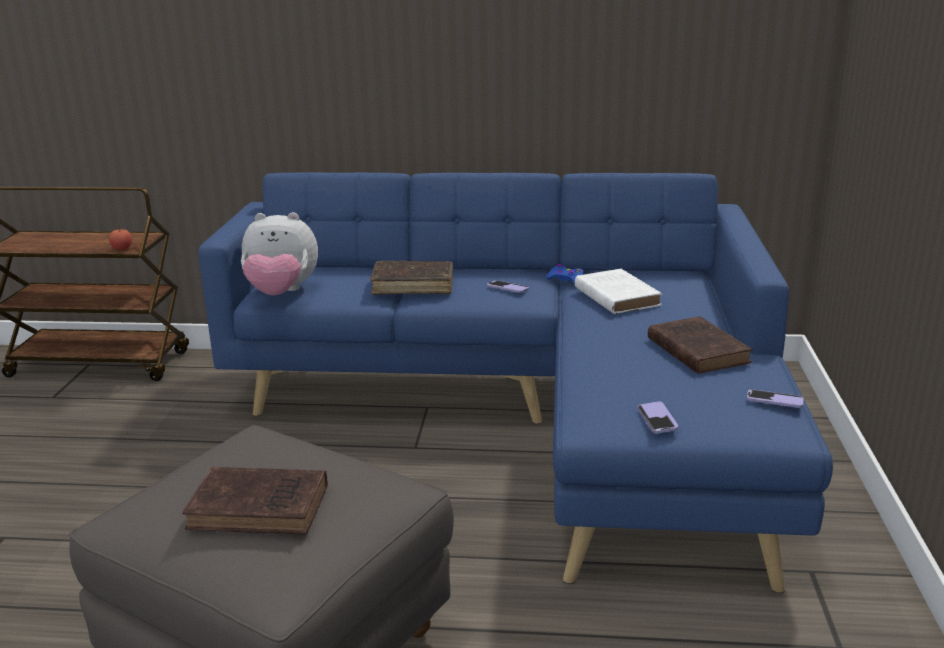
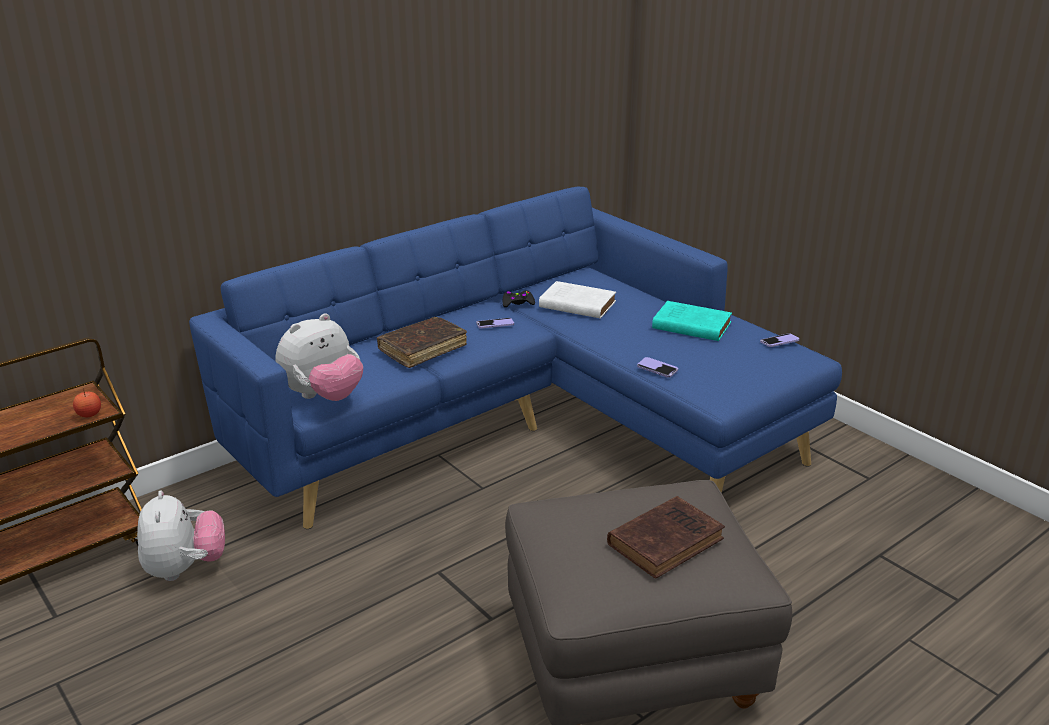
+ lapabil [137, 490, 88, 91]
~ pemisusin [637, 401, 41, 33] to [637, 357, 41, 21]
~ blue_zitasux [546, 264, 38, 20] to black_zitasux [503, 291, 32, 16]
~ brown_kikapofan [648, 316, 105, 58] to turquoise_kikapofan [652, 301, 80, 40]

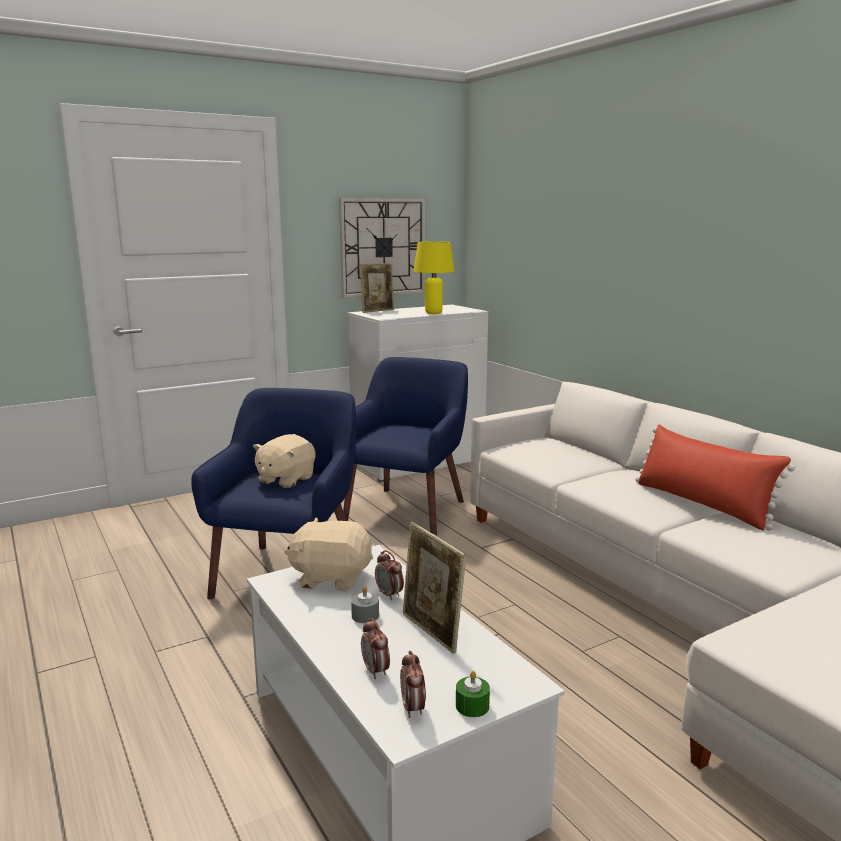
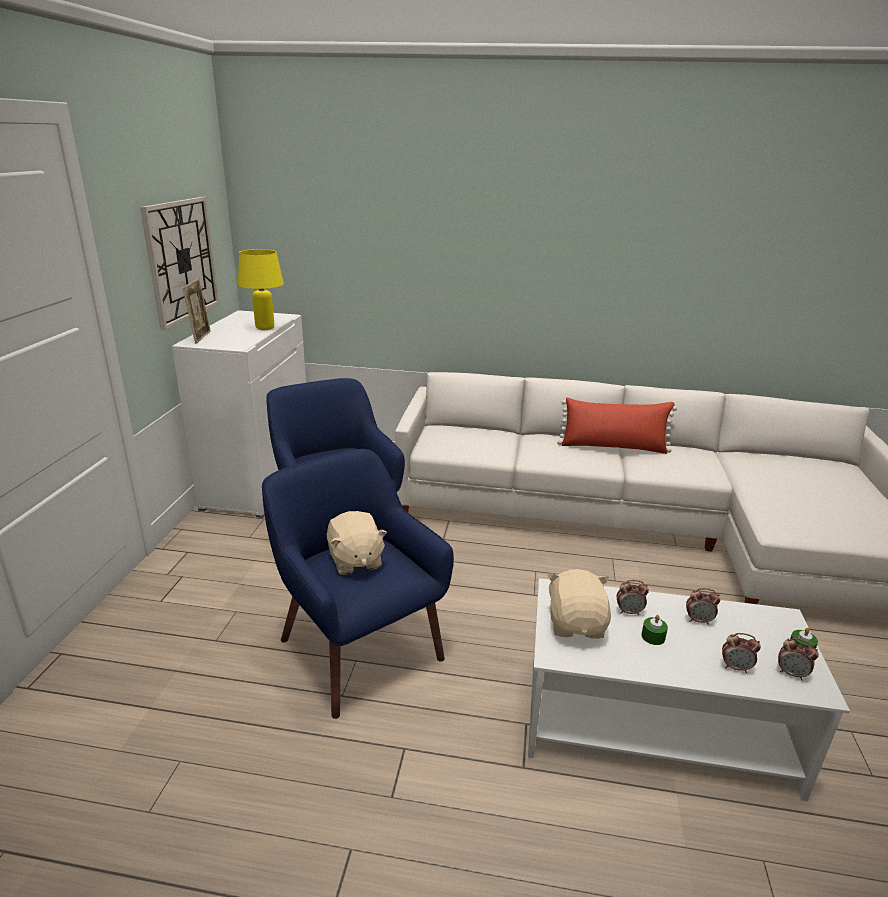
~ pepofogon [402, 522, 64, 132] to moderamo [686, 588, 34, 37]
~ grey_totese [351, 586, 28, 37] to green_totese [641, 615, 27, 30]
~ beige_lapabil [284, 517, 89, 74] = [547, 569, 64, 70] 135 degrees clockwise

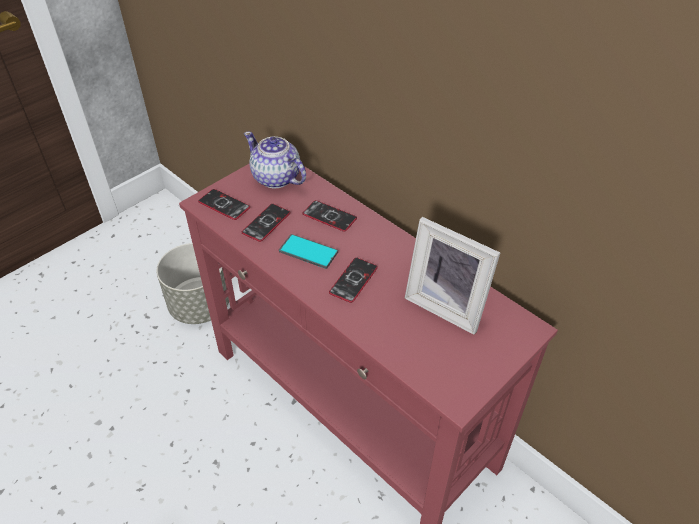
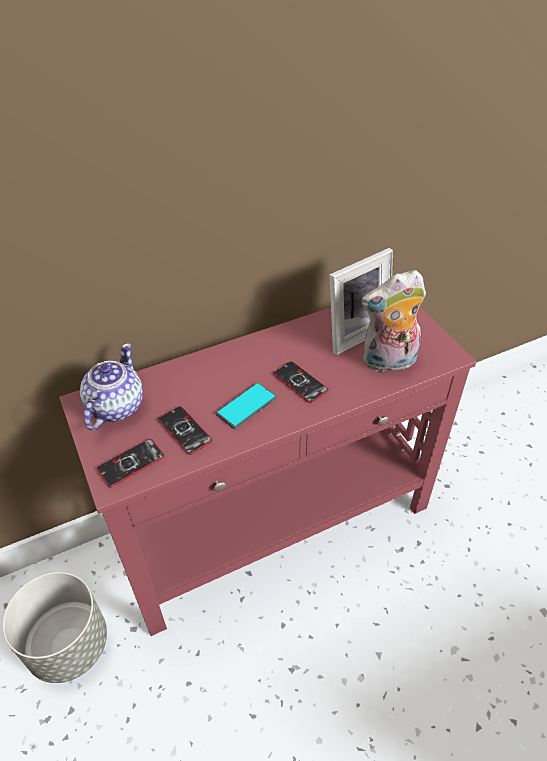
- pemisusin [303, 200, 54, 32]
+ lapabil [361, 270, 65, 102]
~ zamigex [244, 132, 62, 56] = [80, 343, 63, 88] 135 degrees clockwise

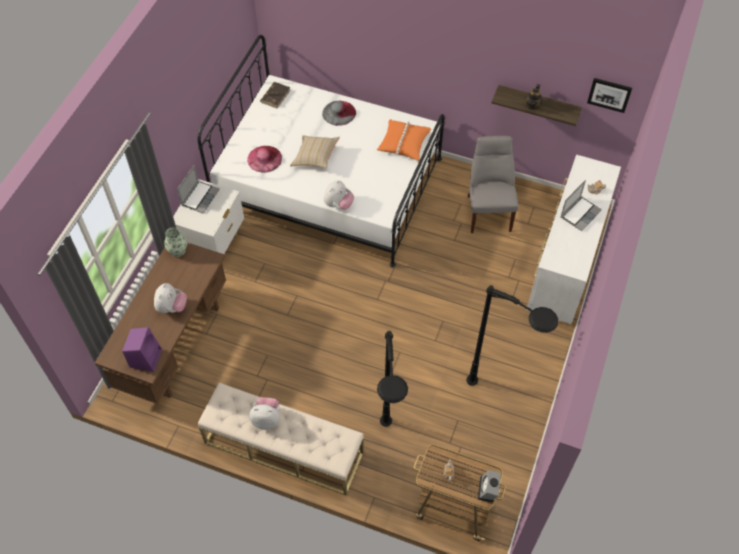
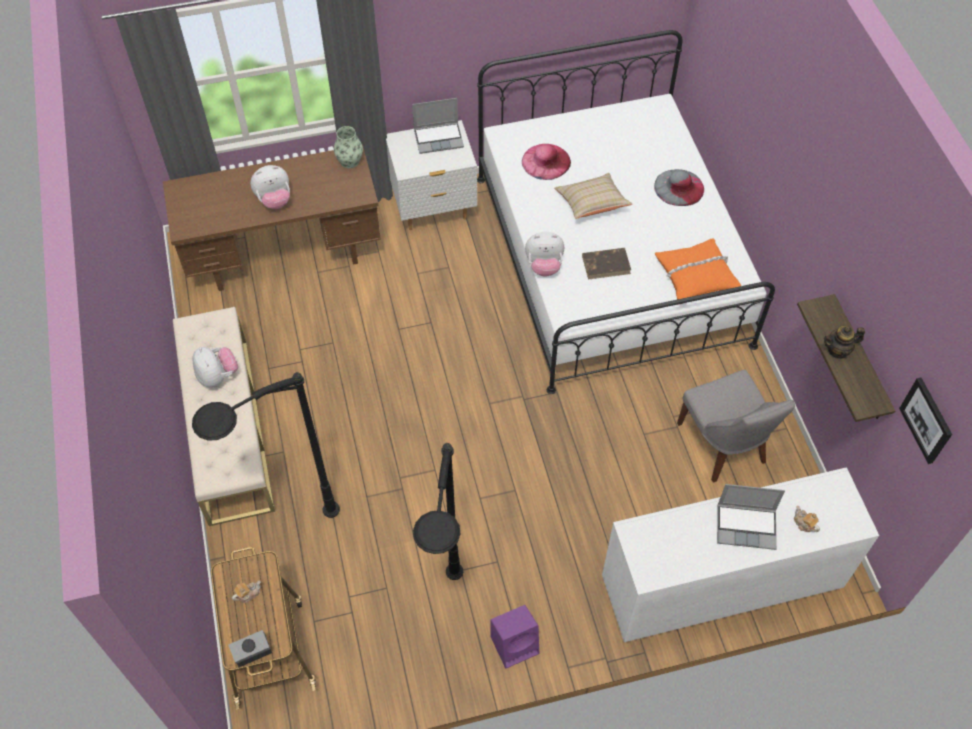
~ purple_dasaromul [122, 327, 40, 45] to [491, 605, 48, 64]
~ brown_kikapofan [260, 82, 30, 26] to [582, 248, 49, 32]
~ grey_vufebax [468, 136, 50, 97] = [677, 370, 118, 113] 105 degrees clockwise

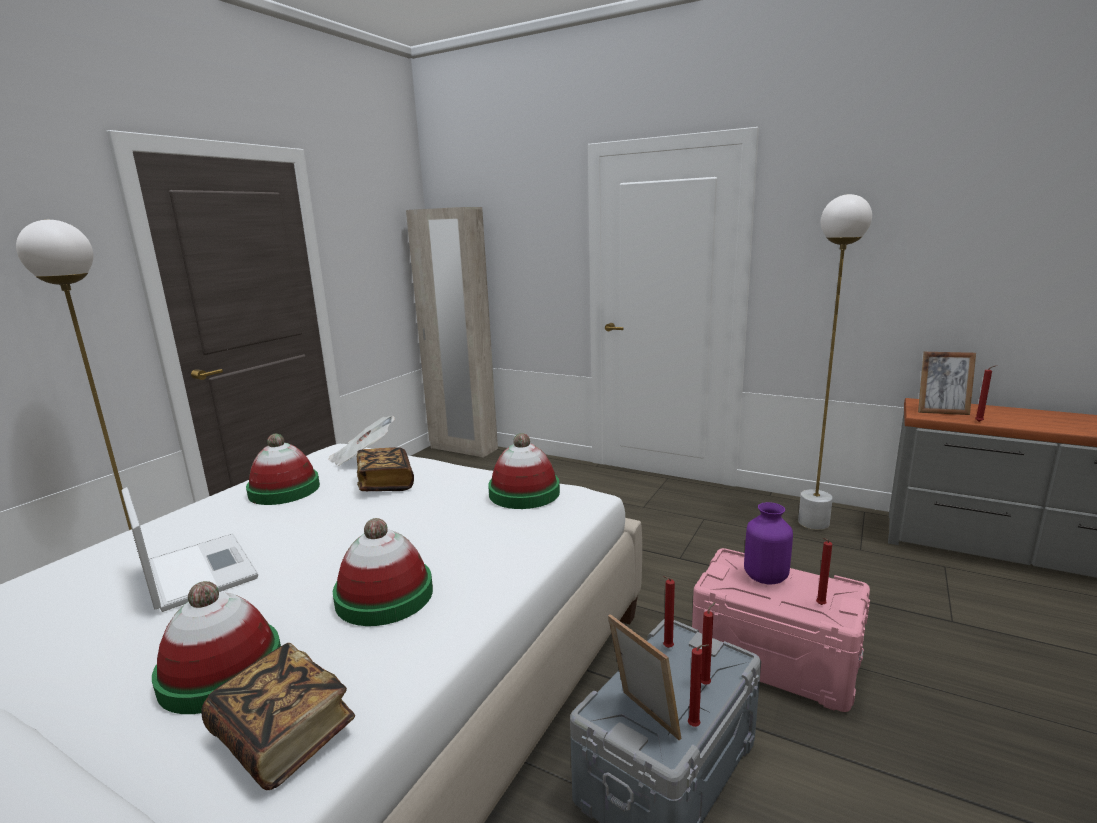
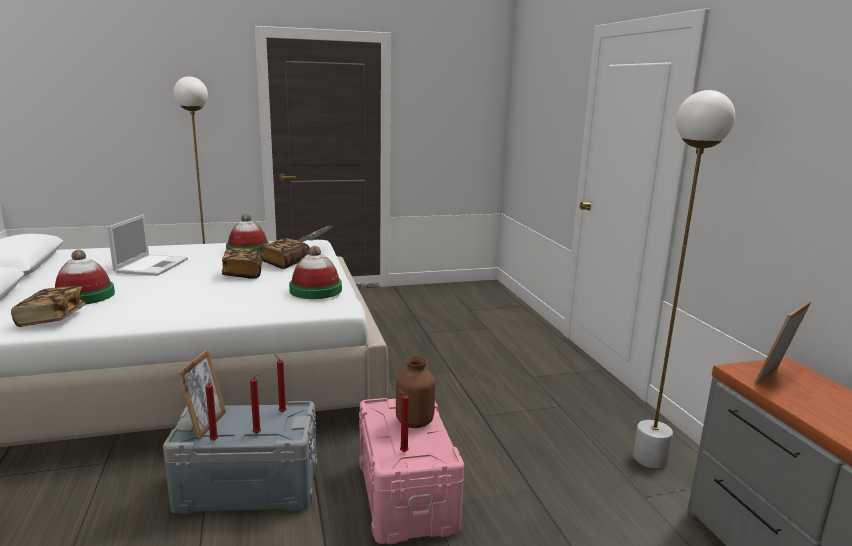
- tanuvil [333, 518, 100, 108]
- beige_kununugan [406, 207, 92, 251]
- red_totese [975, 365, 23, 57]
+ kikapofan [222, 248, 41, 31]
~ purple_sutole [744, 502, 49, 83] to brown_sutole [396, 355, 39, 73]
~ pepofogon [918, 352, 58, 63] = [754, 301, 57, 84] 75 degrees clockwise

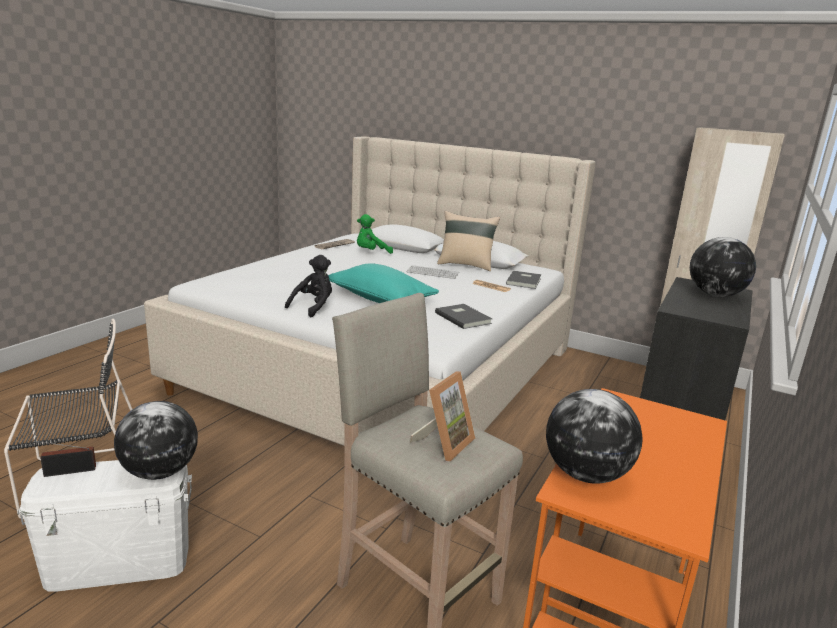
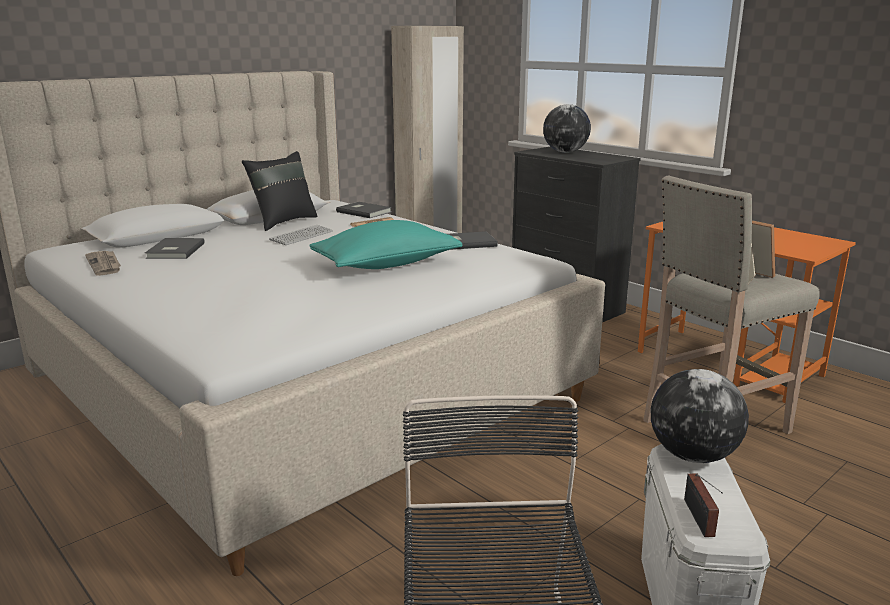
- black_lapabil [285, 255, 47, 62]
- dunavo [546, 389, 97, 95]
~ green_lapabil [357, 214, 36, 40] to grey_kikapofan [145, 238, 60, 21]
~ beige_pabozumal [437, 211, 63, 60] to black_pabozumal [242, 151, 75, 80]

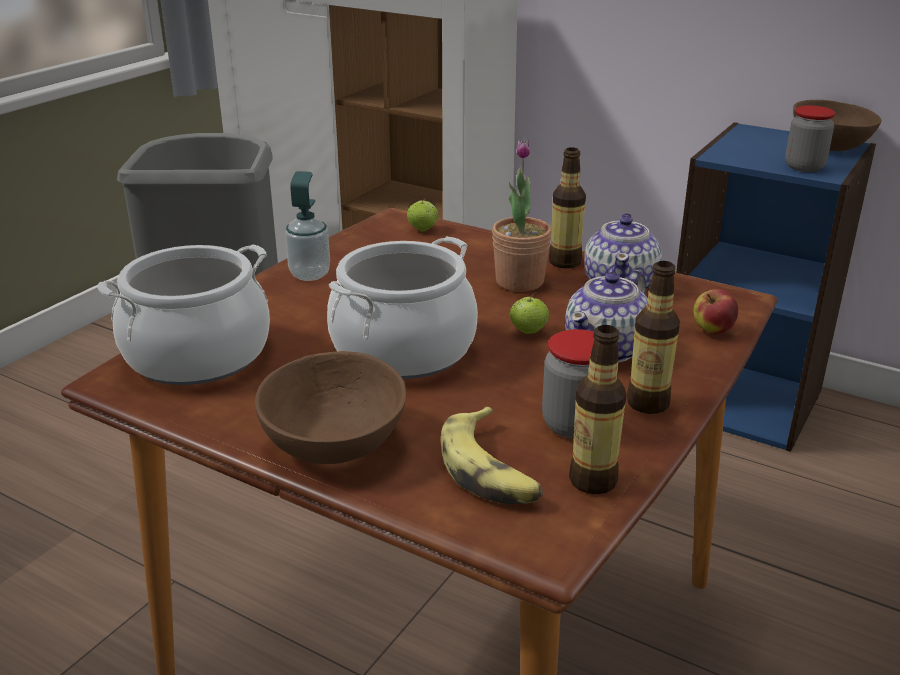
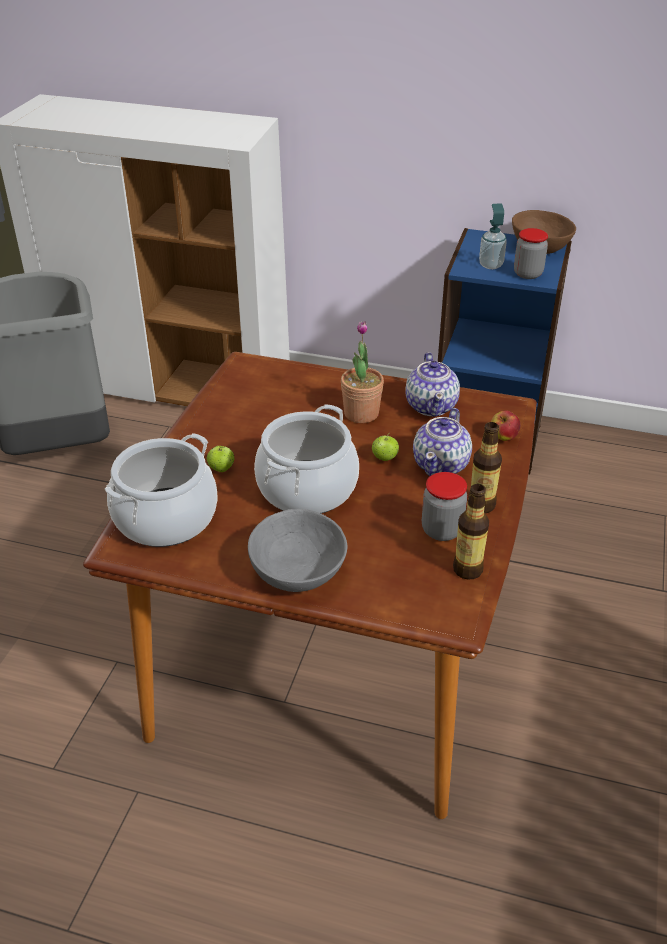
- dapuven [441, 407, 102, 97]
- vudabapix [549, 147, 37, 121]
~ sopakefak [285, 171, 45, 110] to [479, 203, 28, 66]
~ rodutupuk [407, 199, 31, 32] to [207, 446, 27, 26]
~ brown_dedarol [255, 351, 151, 113] to grey_dedarol [248, 509, 100, 83]

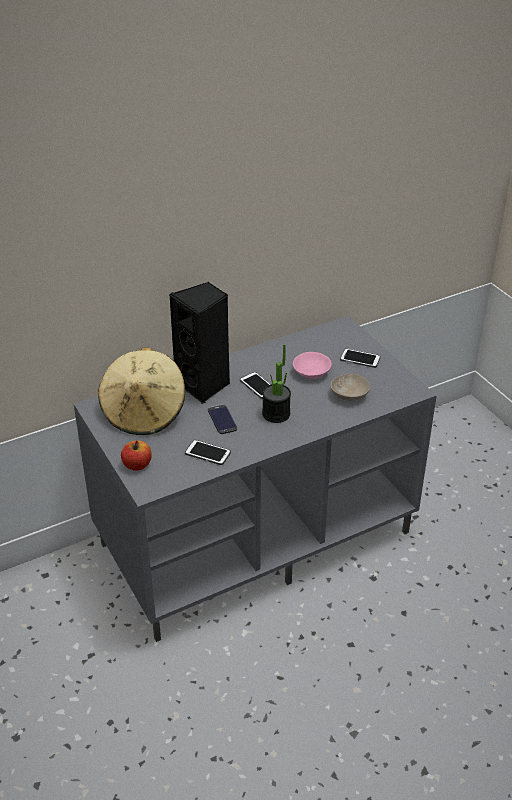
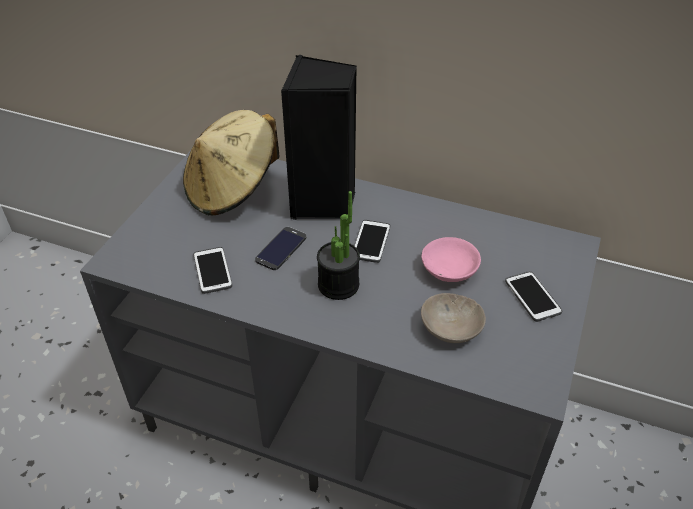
- rodutupuk [121, 441, 31, 30]

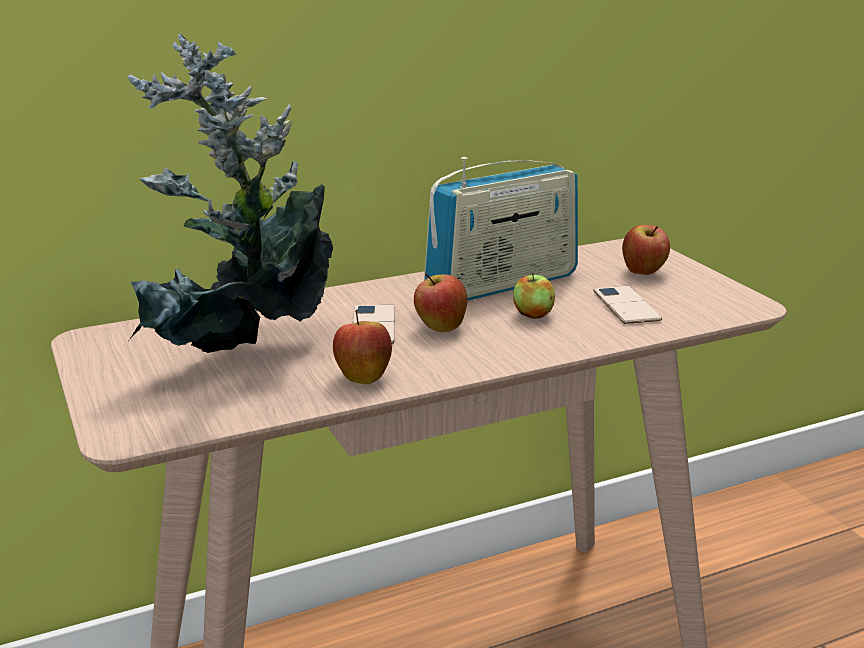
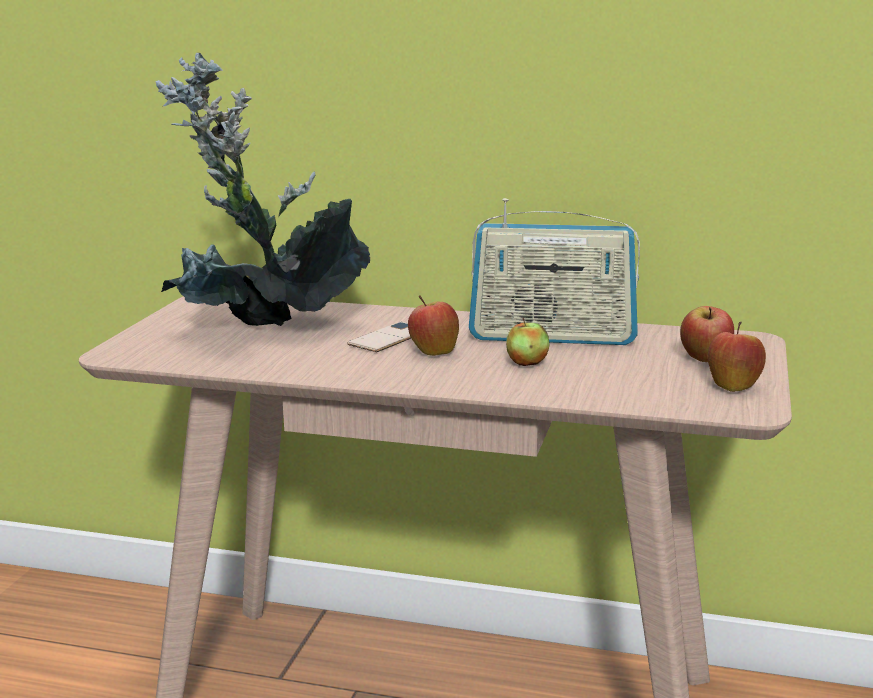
- pemisusin [593, 286, 69, 38]
~ rodutupuk [333, 309, 59, 75] to [708, 322, 58, 70]

